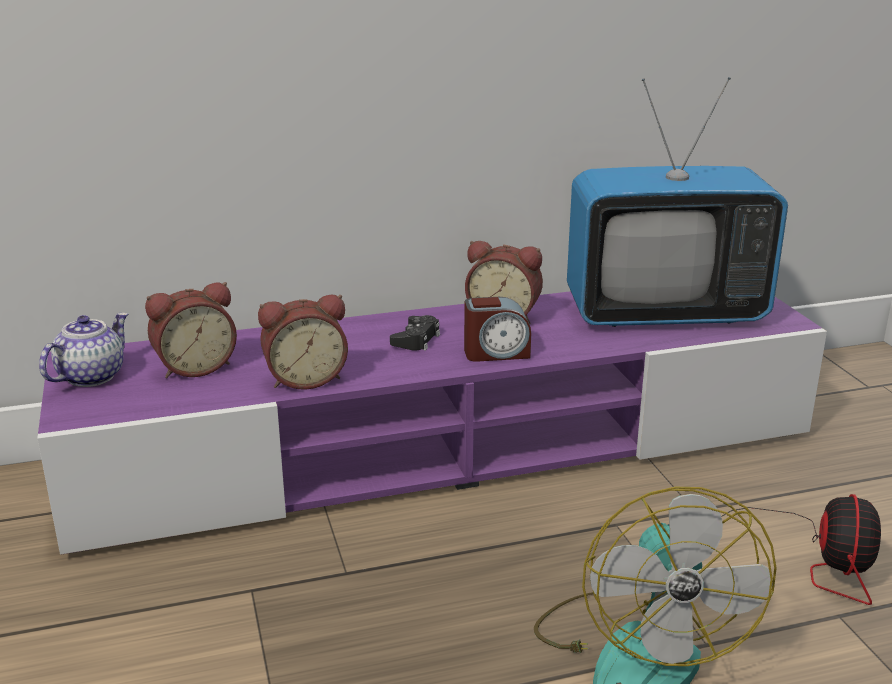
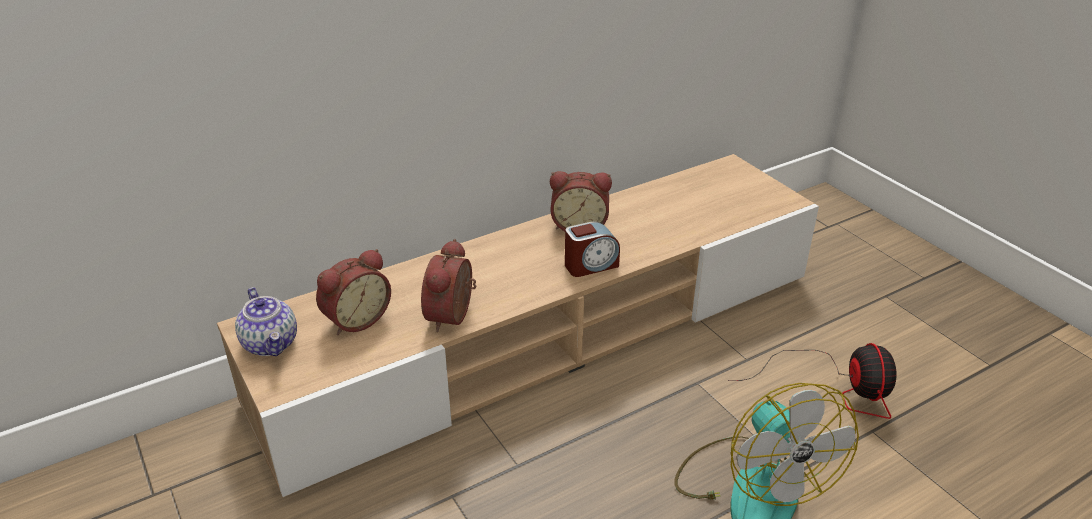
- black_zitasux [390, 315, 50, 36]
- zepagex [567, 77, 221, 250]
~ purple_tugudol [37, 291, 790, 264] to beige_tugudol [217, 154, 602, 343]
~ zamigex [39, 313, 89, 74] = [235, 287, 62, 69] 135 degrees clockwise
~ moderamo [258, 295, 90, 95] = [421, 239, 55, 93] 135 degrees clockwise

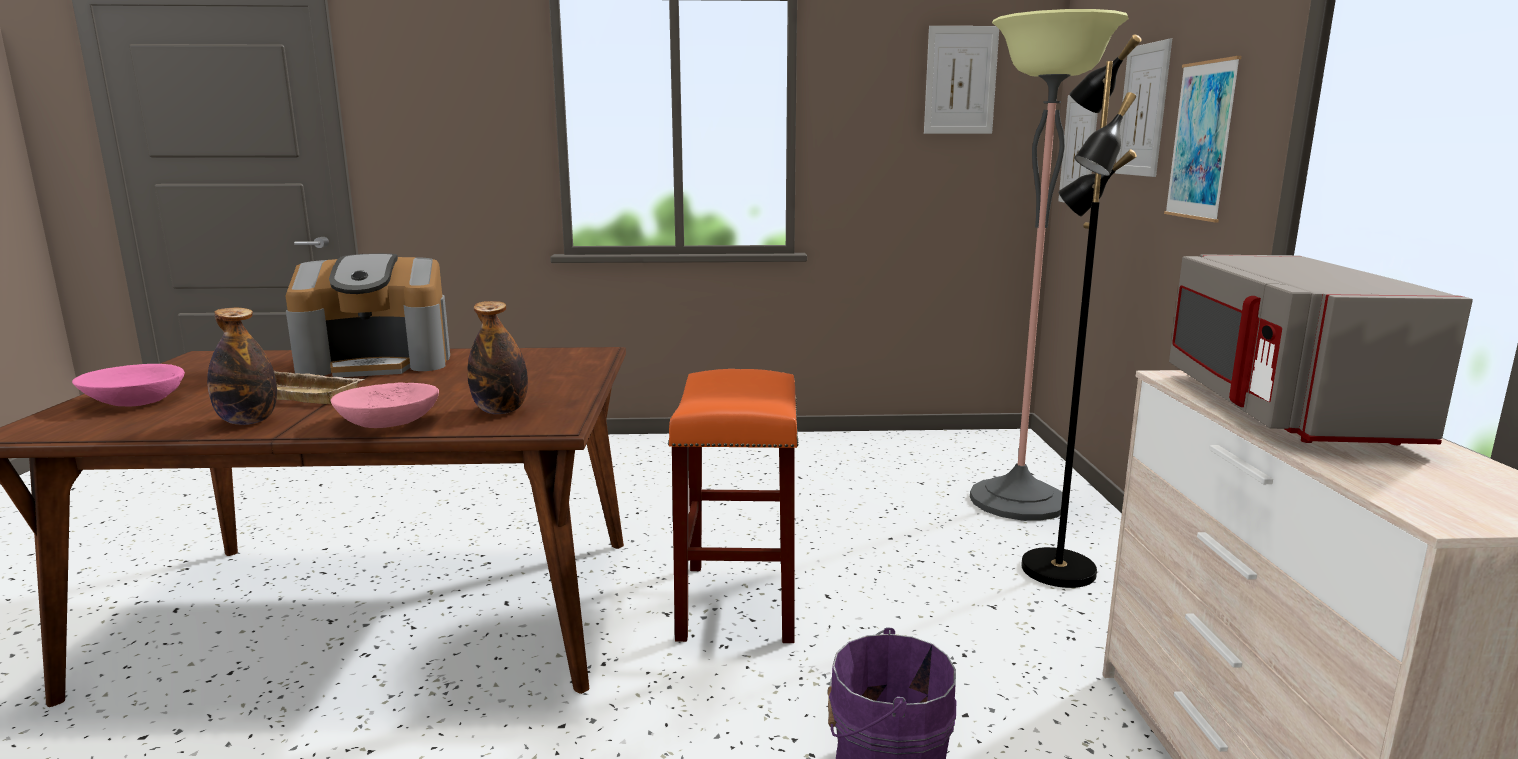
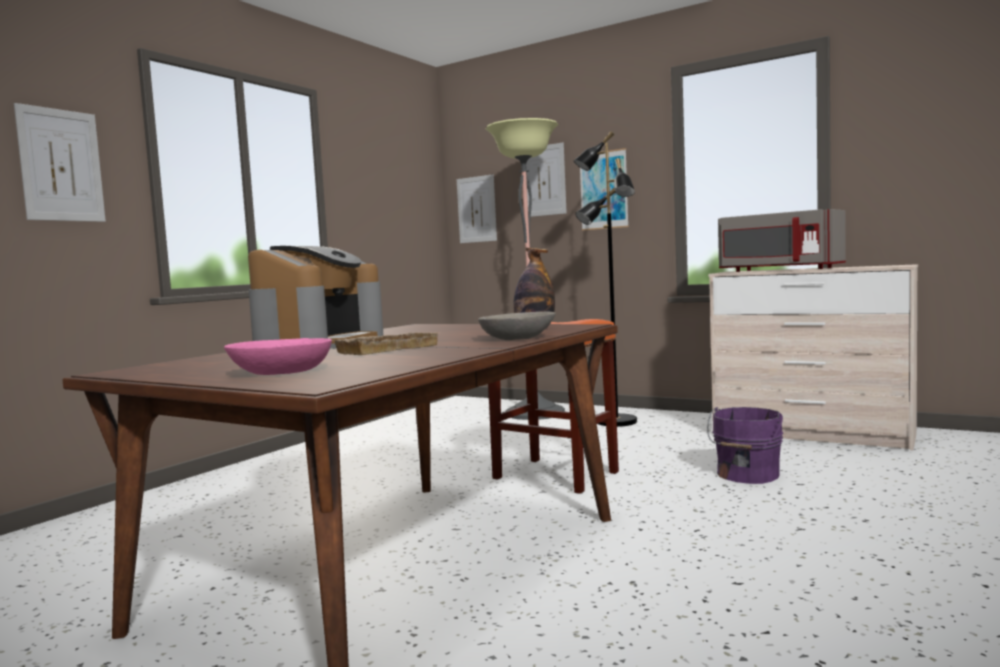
- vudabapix [207, 308, 70, 117]
~ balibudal [924, 26, 75, 108] to [14, 103, 92, 119]
~ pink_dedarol [331, 382, 108, 46] to grey_dedarol [478, 312, 78, 28]

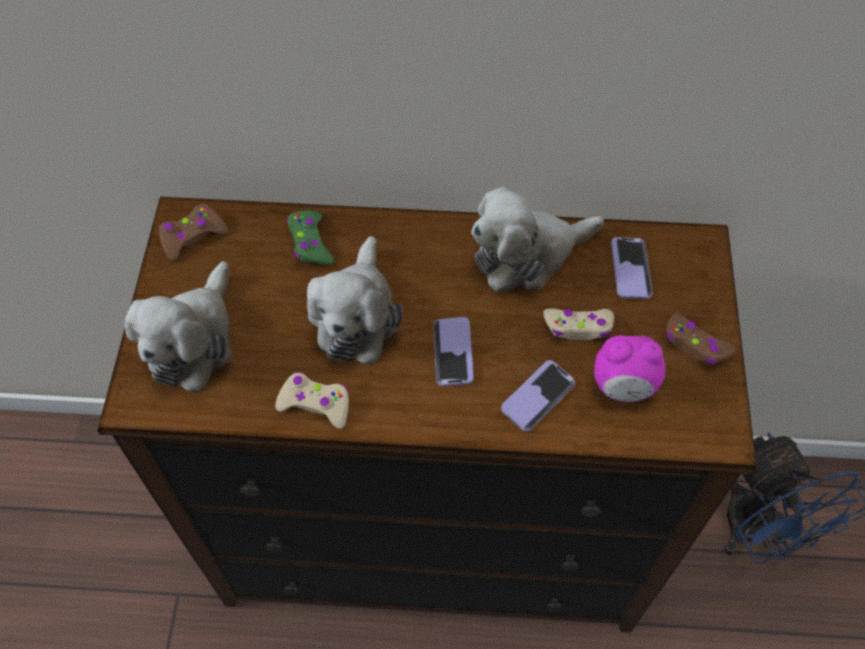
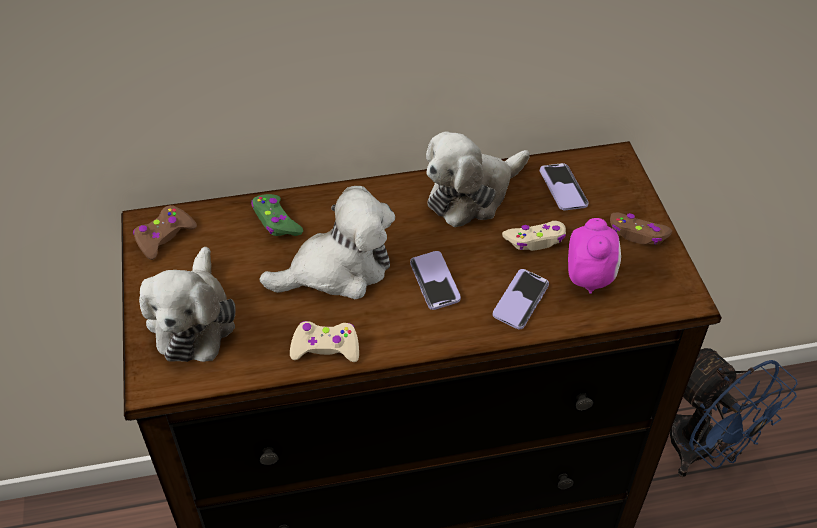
~ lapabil [307, 236, 96, 127] = [259, 186, 136, 113] 105 degrees counterclockwise
~ moderamo [594, 335, 72, 67] = [568, 218, 53, 76] 75 degrees counterclockwise

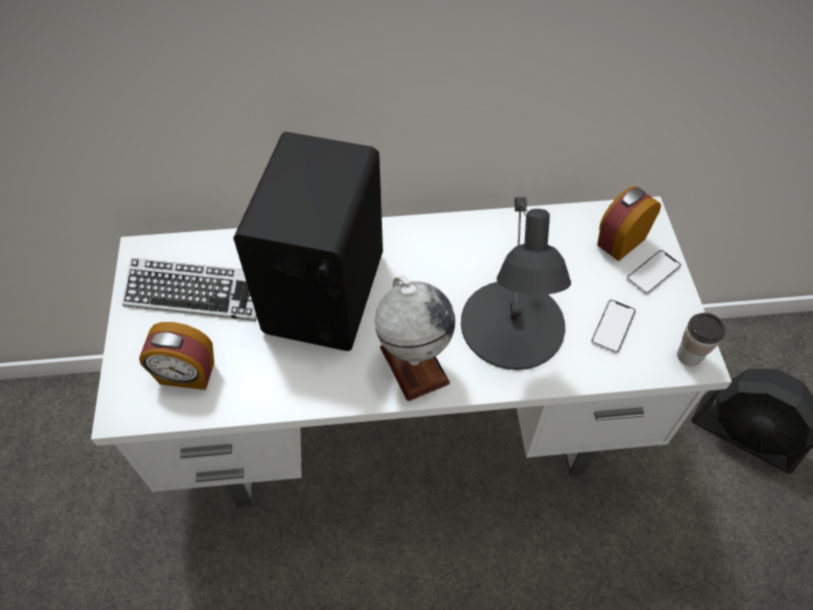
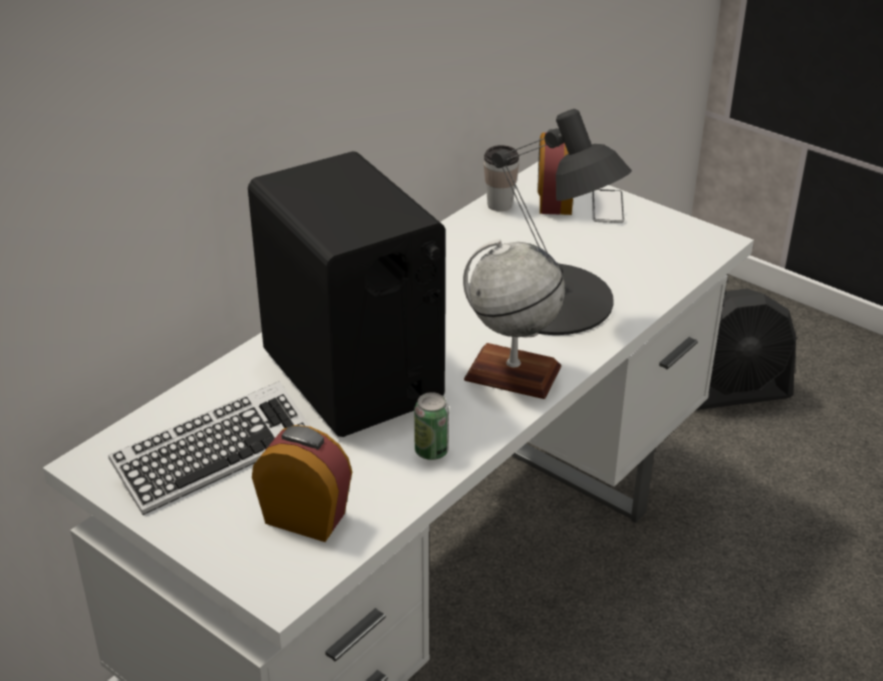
- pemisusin [591, 300, 45, 53]
+ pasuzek [414, 392, 35, 68]
~ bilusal [677, 313, 48, 53] to [484, 145, 35, 66]
~ moderamo [139, 322, 75, 68] = [252, 425, 100, 117] 120 degrees counterclockwise

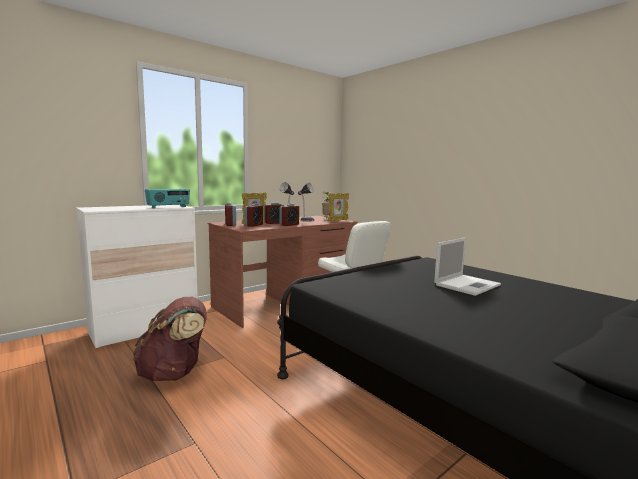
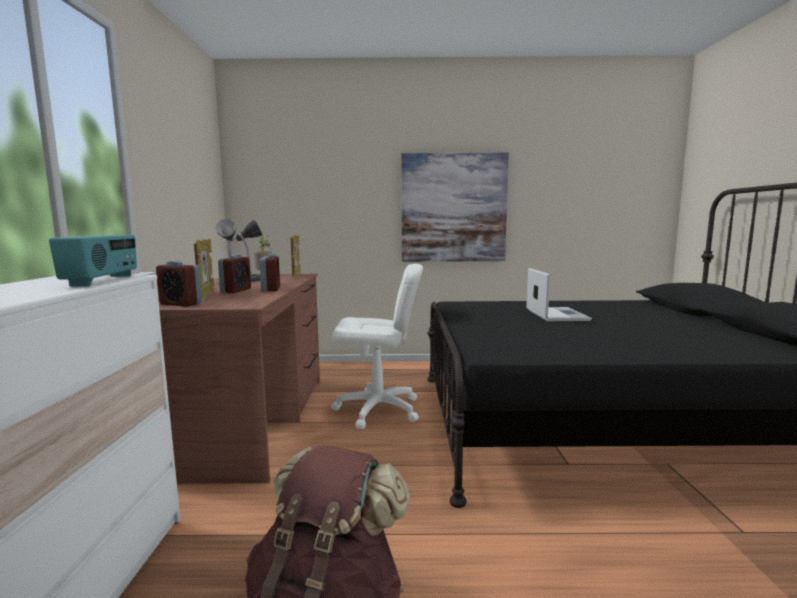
- moderamo [244, 203, 19, 24]
+ balibudal [401, 152, 108, 110]

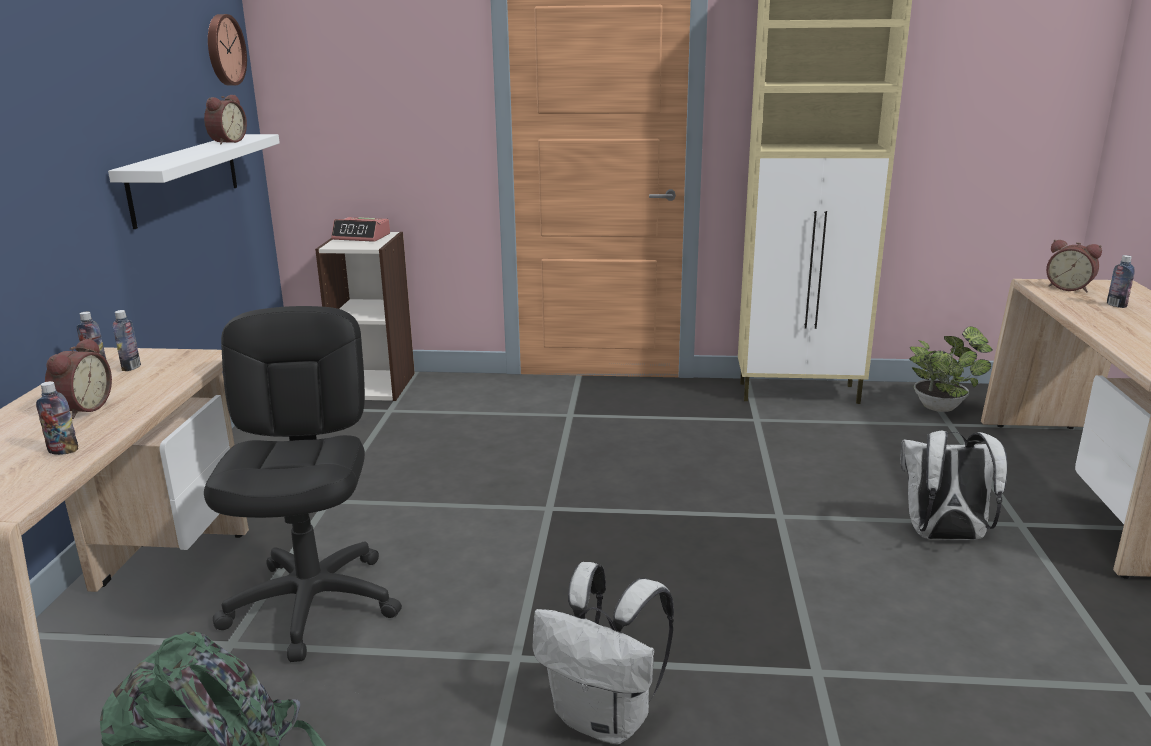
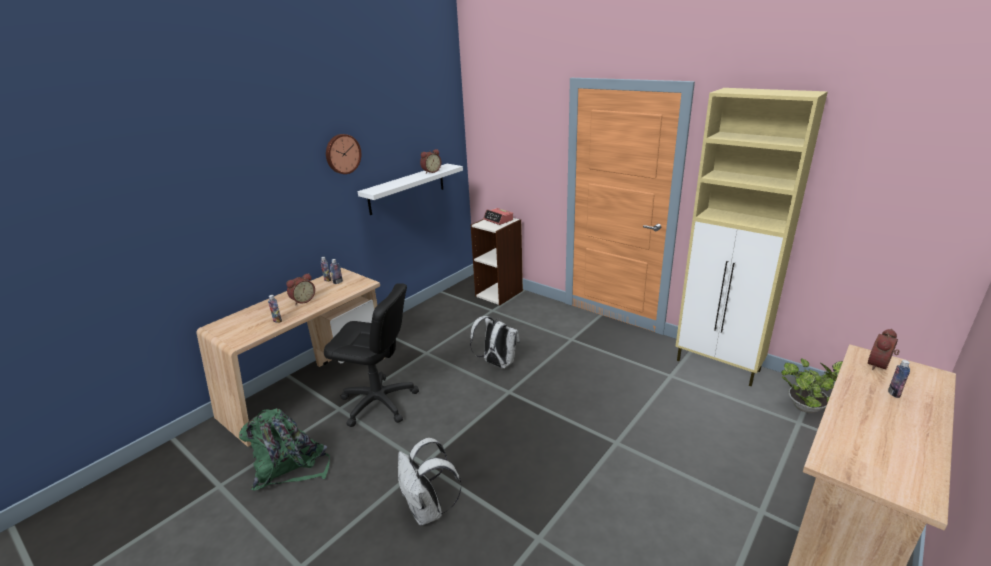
~ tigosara [208, 14, 39, 71] to [326, 134, 35, 40]
~ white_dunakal [901, 430, 107, 110] to [470, 316, 50, 53]
~ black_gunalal [204, 306, 198, 356] = [324, 283, 95, 144] 75 degrees clockwise
~ moderamo [1046, 239, 56, 53] = [868, 329, 32, 41] 60 degrees clockwise

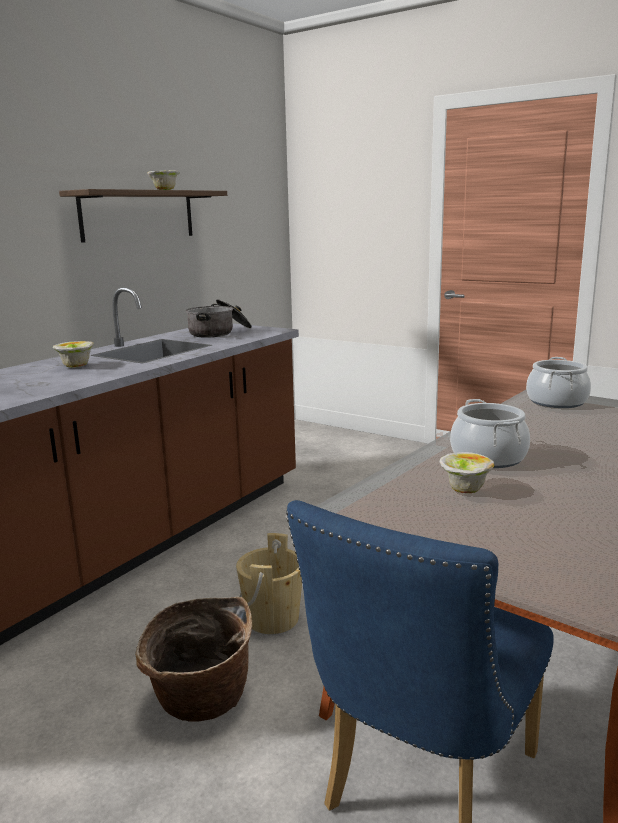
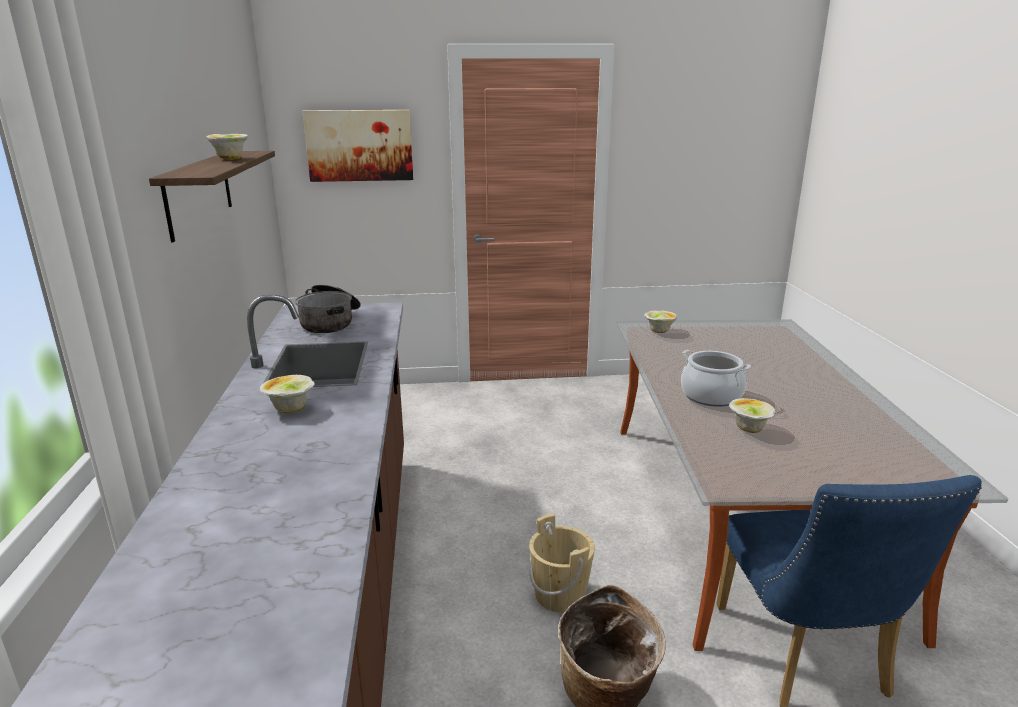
+ balibudal [302, 110, 111, 72]
~ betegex [526, 357, 65, 51] to dedarol [644, 310, 33, 23]

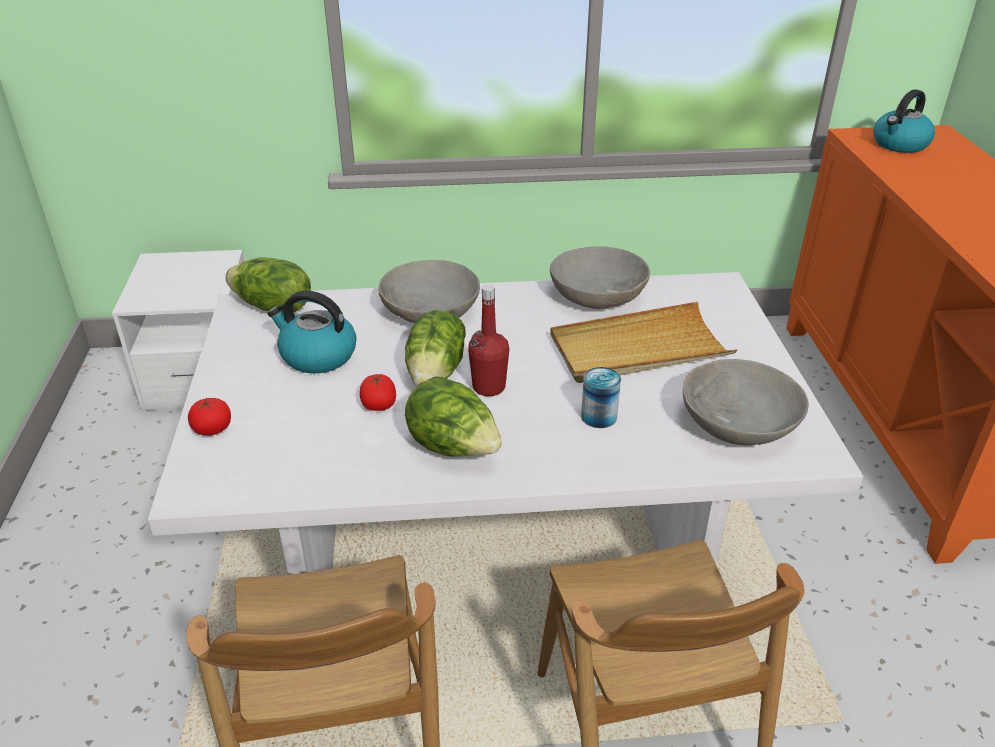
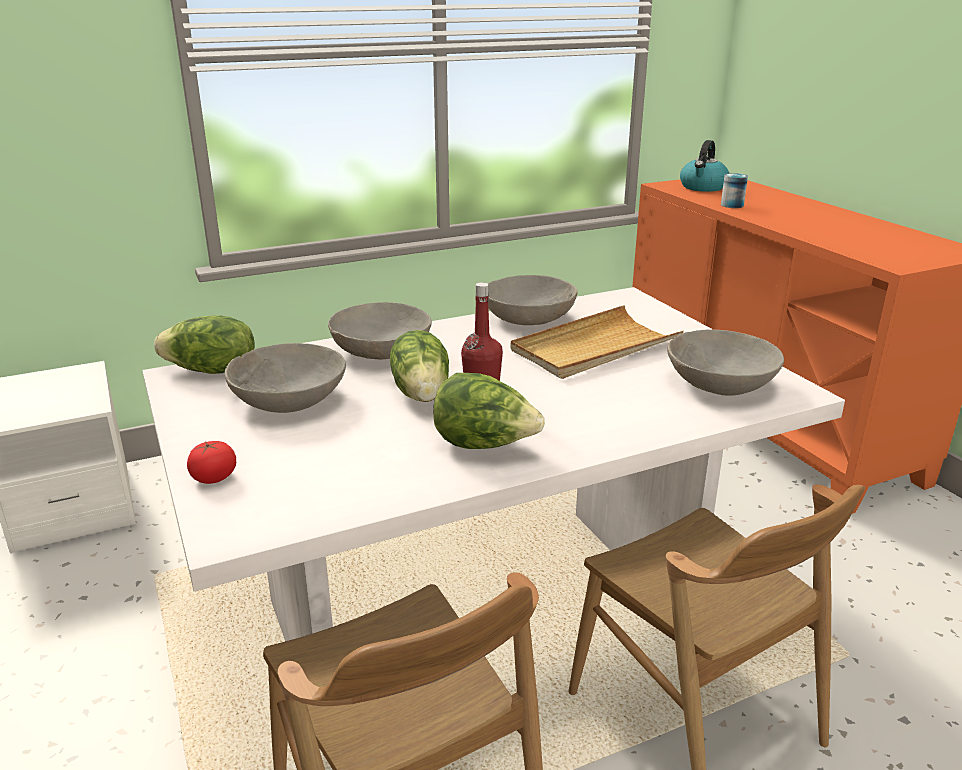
- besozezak [360, 374, 36, 37]
~ pasuzek [581, 367, 40, 61] to [721, 173, 27, 35]
~ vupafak [268, 291, 88, 83] to grey_dedarol [225, 343, 121, 70]

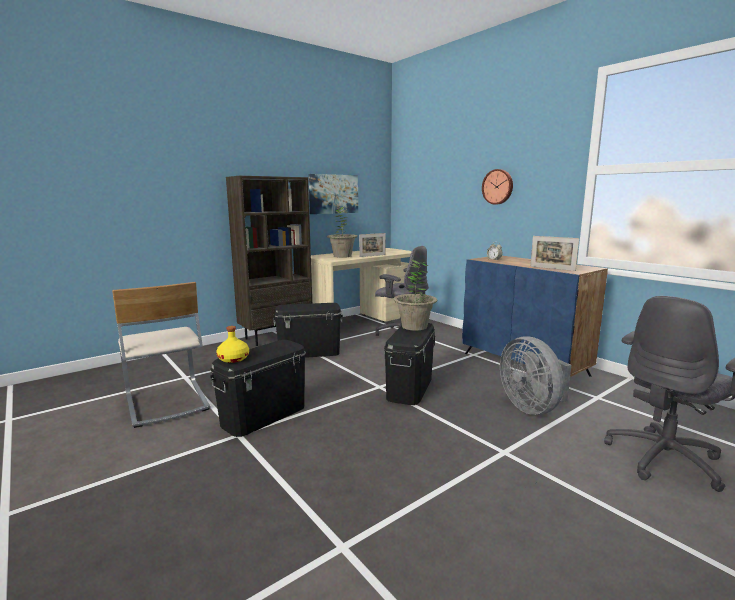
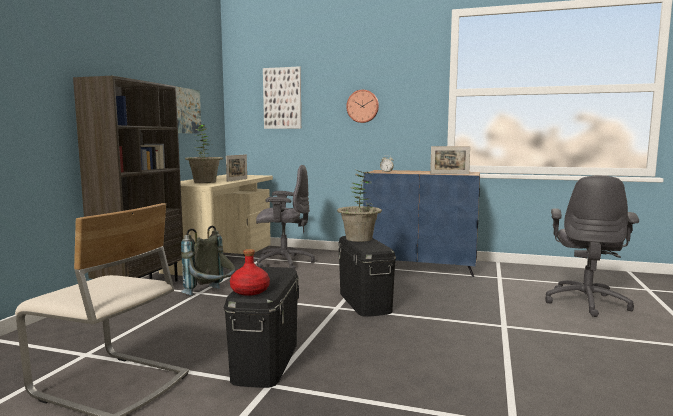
- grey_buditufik [500, 336, 71, 79]
+ balibudal [263, 66, 38, 63]
~ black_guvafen [273, 303, 70, 55] to grey_dunakal [181, 226, 54, 70]
~ yellow_vudabapix [216, 326, 33, 37] to red_vudabapix [230, 249, 40, 47]

